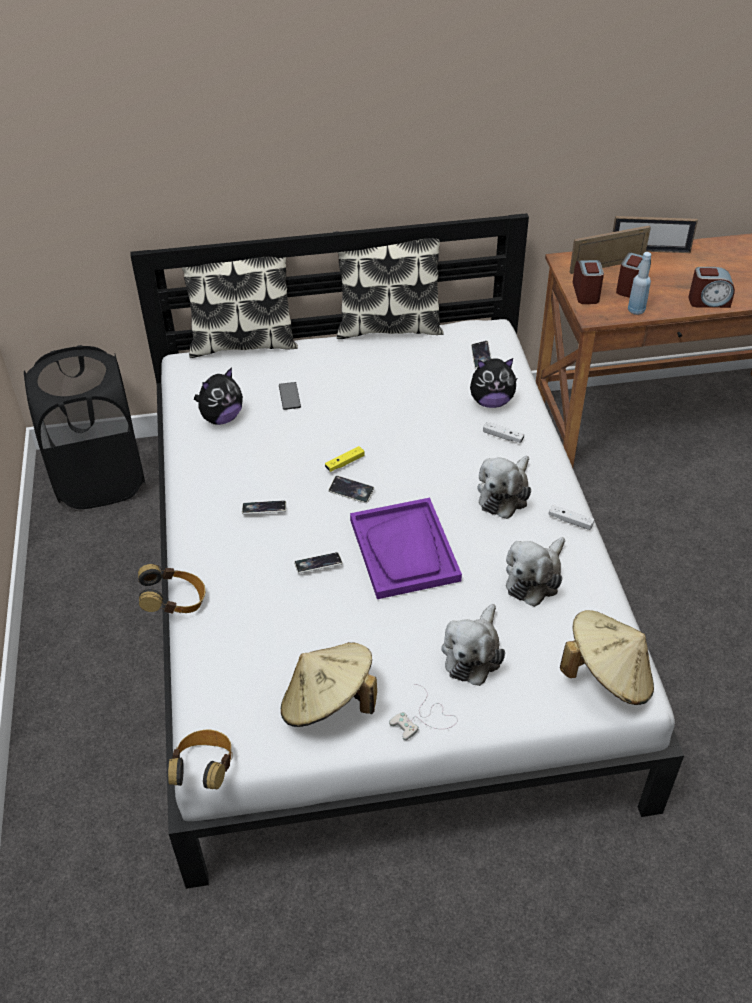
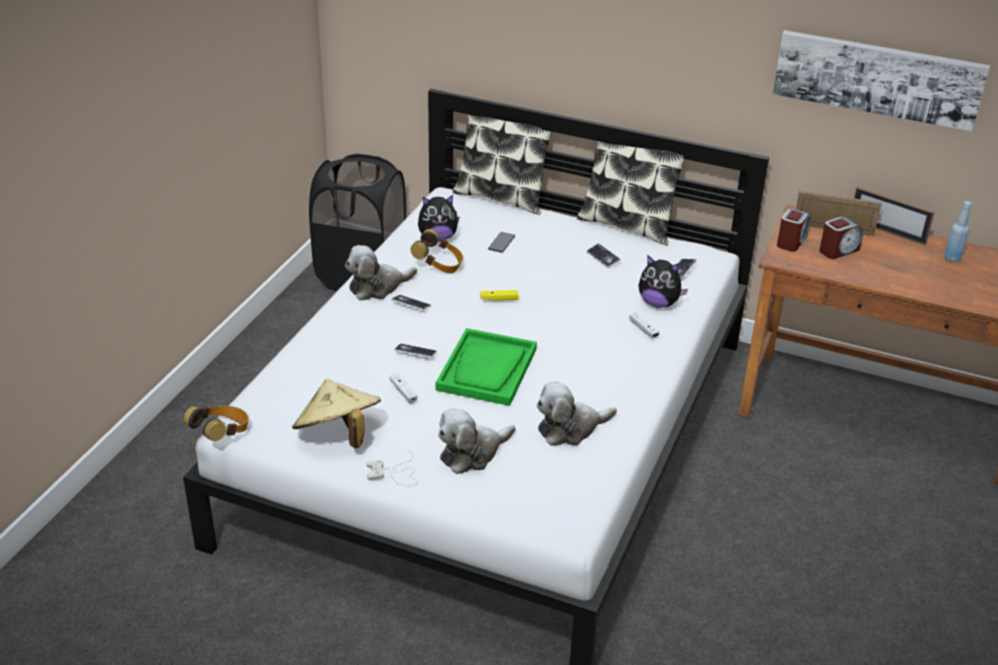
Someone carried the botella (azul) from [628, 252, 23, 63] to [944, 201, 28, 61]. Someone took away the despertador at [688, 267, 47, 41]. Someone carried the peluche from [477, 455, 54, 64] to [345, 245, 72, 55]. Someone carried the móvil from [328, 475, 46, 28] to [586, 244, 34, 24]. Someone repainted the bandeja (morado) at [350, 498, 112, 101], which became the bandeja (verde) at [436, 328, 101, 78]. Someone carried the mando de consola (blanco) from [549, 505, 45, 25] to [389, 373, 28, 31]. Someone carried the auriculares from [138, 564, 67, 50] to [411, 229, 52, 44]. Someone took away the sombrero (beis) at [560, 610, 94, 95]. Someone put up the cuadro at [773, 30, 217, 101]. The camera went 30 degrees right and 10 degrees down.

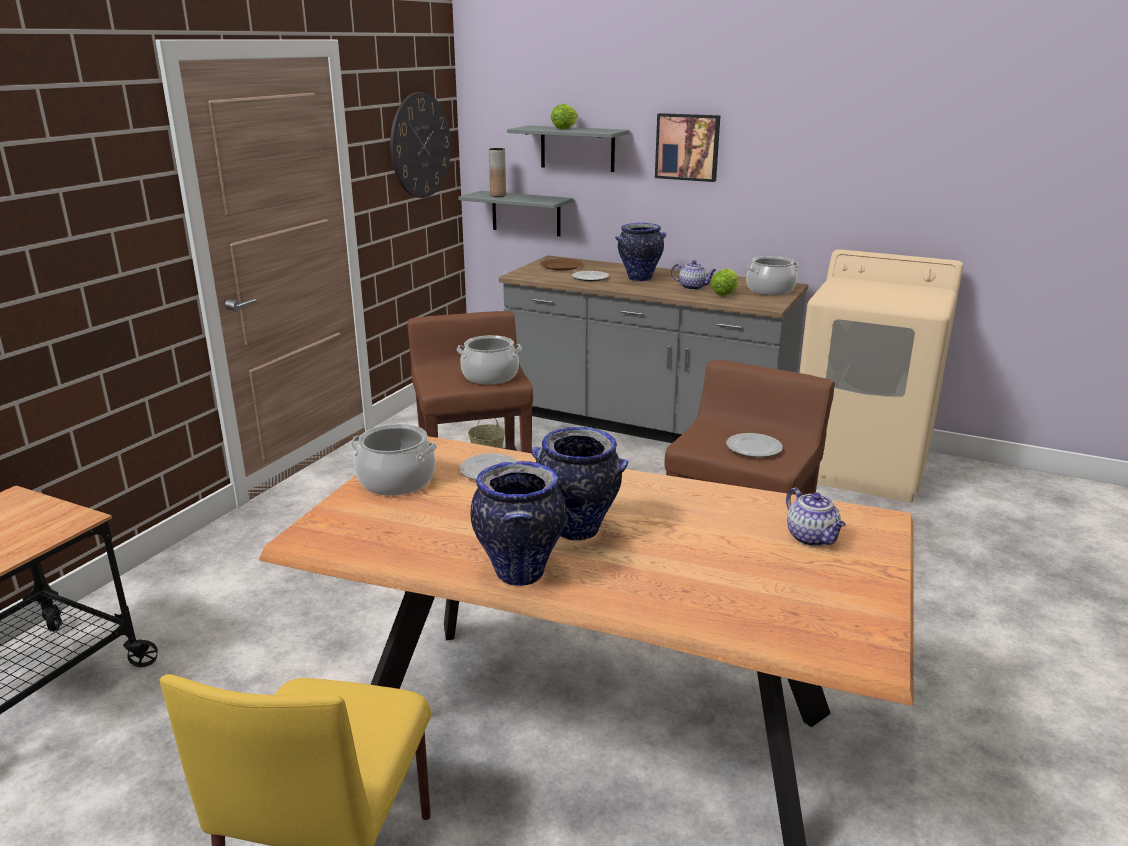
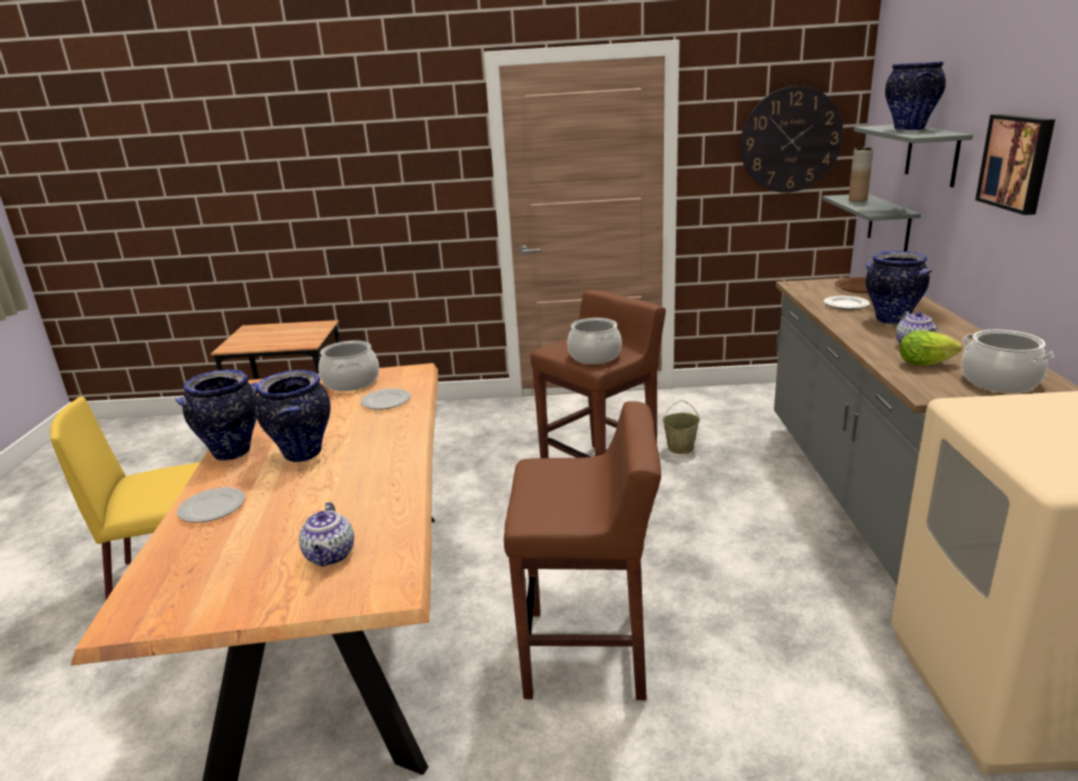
Someone swapped the lechuga at [551, 104, 26, 25] for the florero at [885, 61, 61, 70]. Someone carried the plato from [726, 433, 57, 24] to [177, 487, 68, 36]. Someone rotated the tetera at [786, 488, 60, 58] by 45 degrees counterclockwise. The camera went 65 degrees right and 0 degrees up.

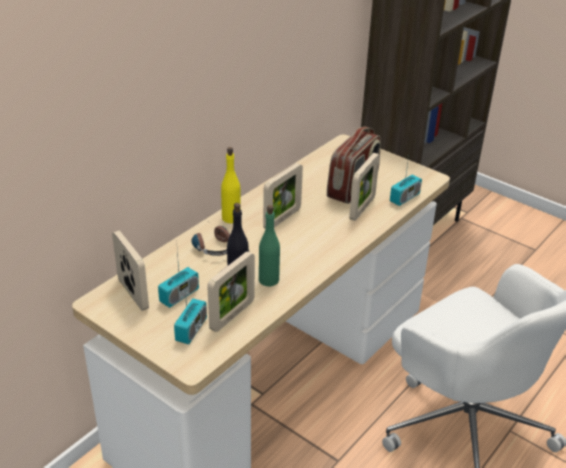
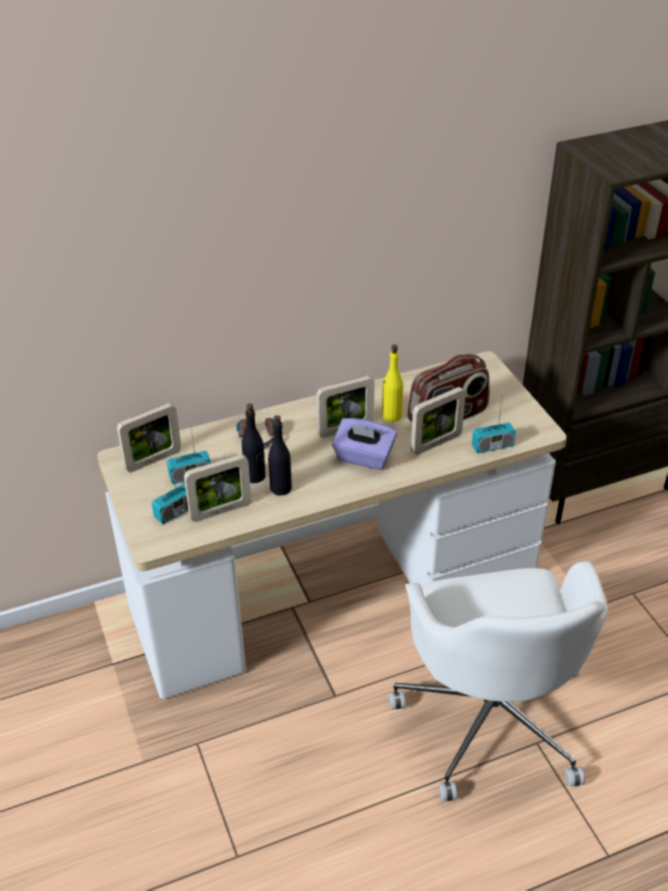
Someone carried the botella (amarillo) from [221, 147, 20, 76] to [382, 345, 21, 77]. Someone repainted the botella (verde) at [259, 205, 21, 81], which became the botella (negro) at [268, 415, 24, 81]. Someone rotated the portarretratos at [112, 231, 37, 80] by 60 degrees clockwise. Someone put down the caja de pañuelos (morado) at [332, 418, 65, 52]. The camera went 30 degrees right and 5 degrees up.

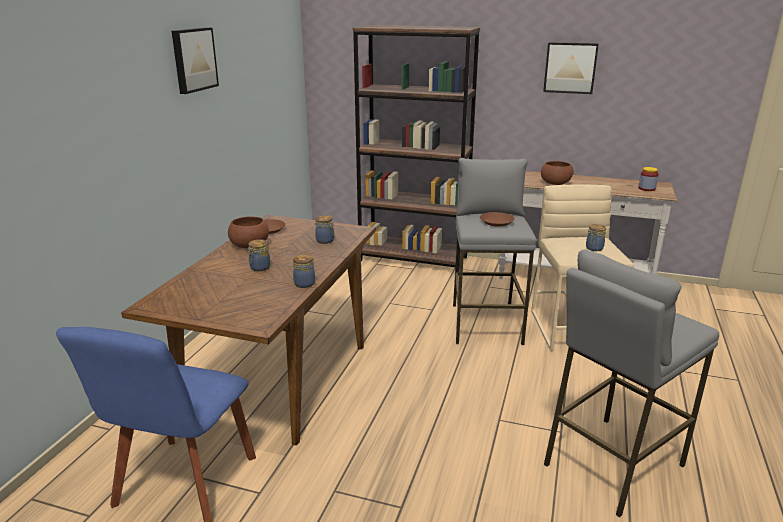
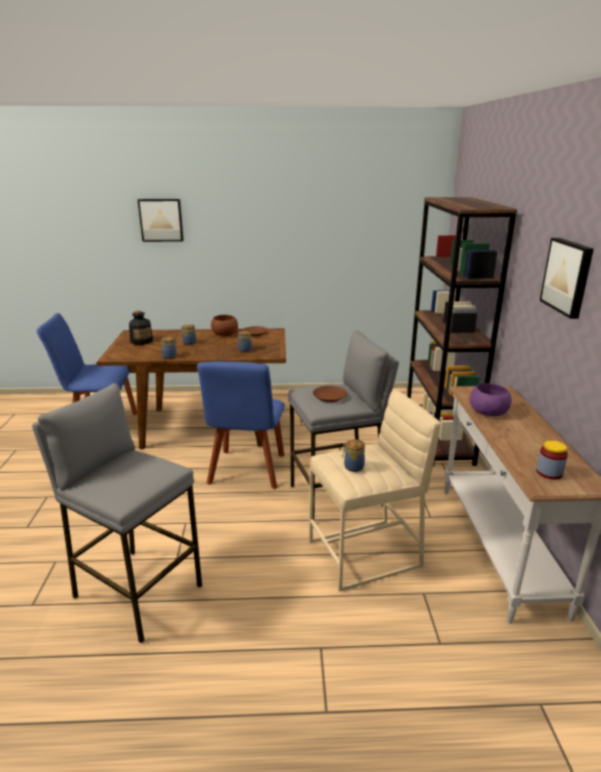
Someone carried the cuadro from [172, 27, 47, 67] to [138, 199, 46, 43]. Someone repainted the cuenco (marrón) at [541, 161, 33, 24], which became the cuenco (morado) at [470, 383, 42, 33]. Someone put down the botella at [129, 311, 24, 34]. Someone put down the silla (azul) at [197, 361, 88, 128]. The camera went 70 degrees right and 0 degrees up.

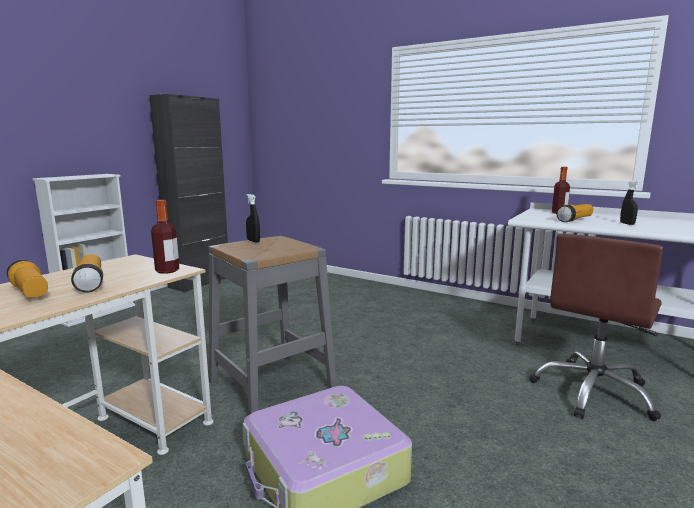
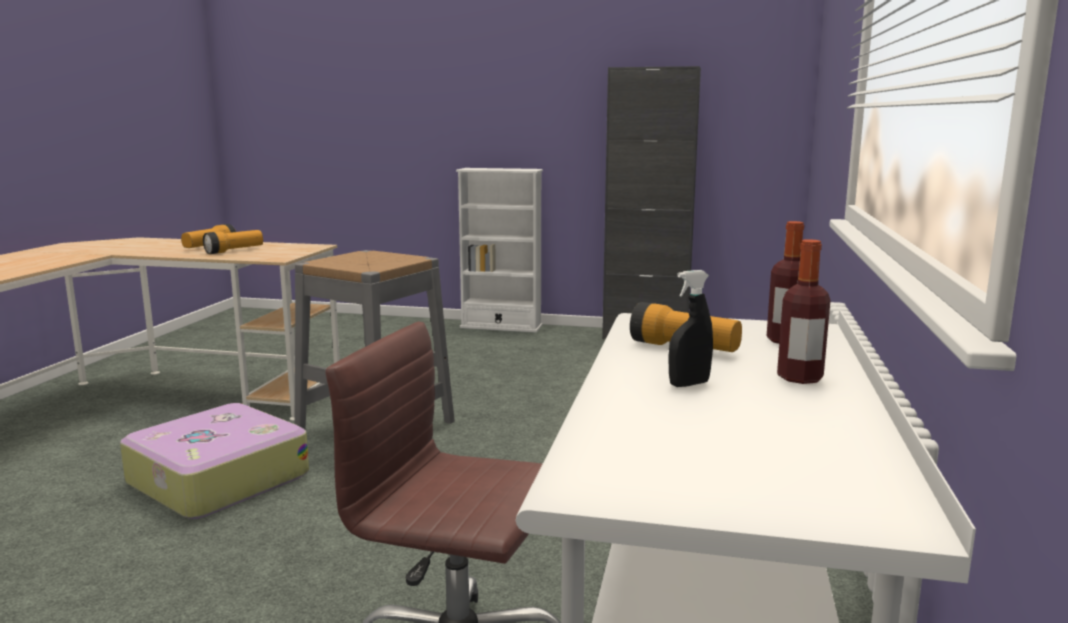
Someone took away the pulverizador (negro) at [246, 194, 14, 49]. Someone carried the botella from [151, 200, 28, 74] to [777, 239, 54, 145]. The camera went 70 degrees right and 0 degrees up.

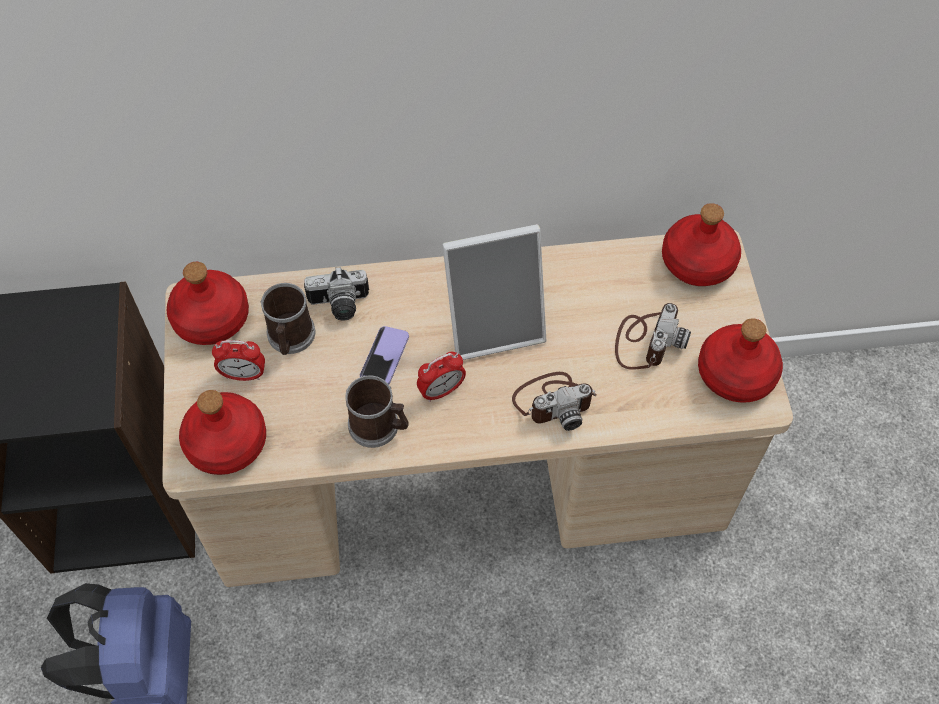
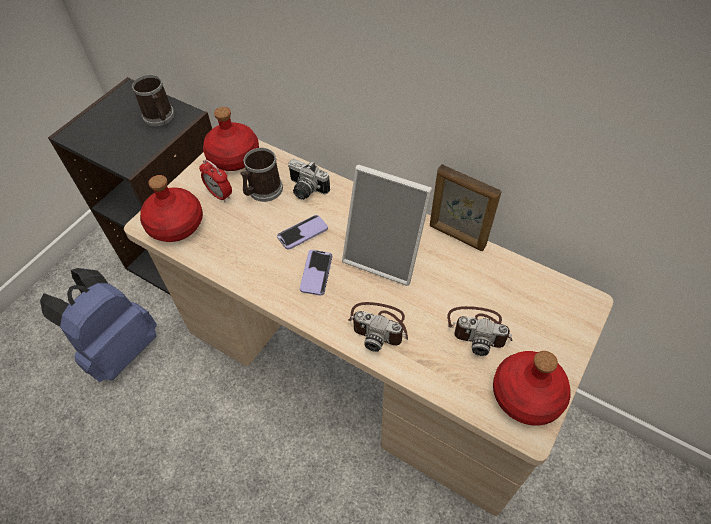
Someone took away the botella (rojo) at [662, 203, 79, 83]. Someone rotated the cámara at [615, 303, 76, 66] by 45 degrees clockwise. Someone swapped the despertador at [417, 352, 49, 50] for the móvil at [300, 250, 32, 46]. Someone carried the taza grande from [345, 376, 64, 72] to [132, 75, 43, 51]. Someone put down the portarretratos at [430, 164, 72, 87]. The camera went 40 degrees right and 5 degrees down.

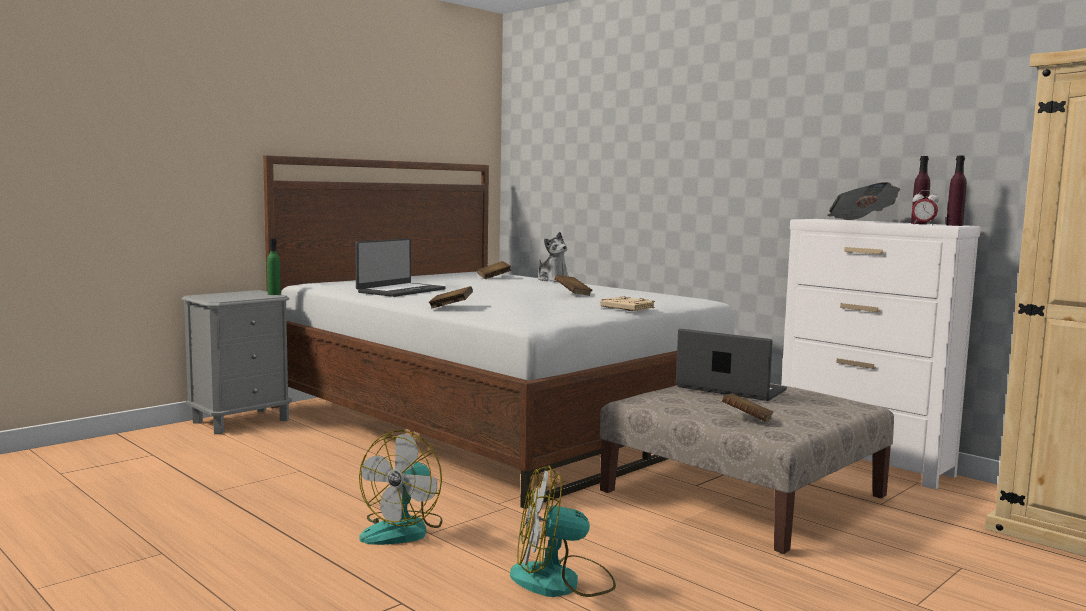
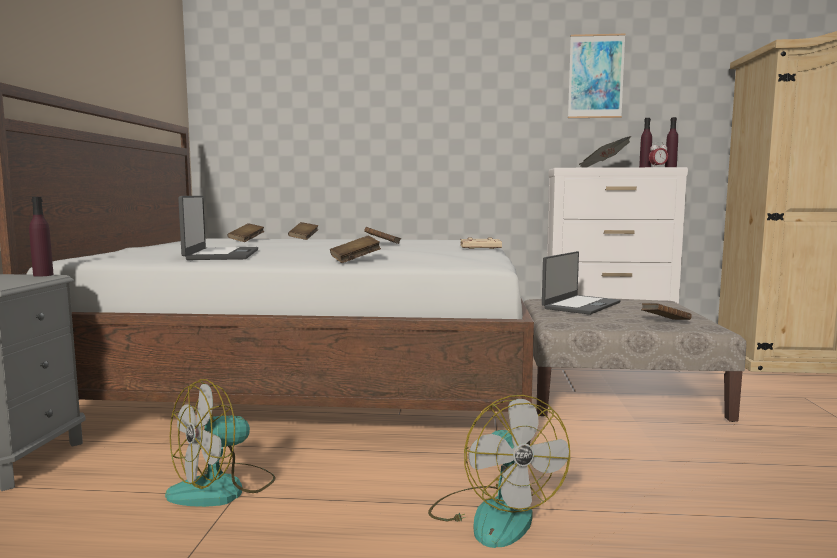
Someone swapped the peluche at [538, 232, 31, 50] for the libro (marrón) at [288, 222, 31, 18]. Someone repainted the botella (verde) at [267, 238, 14, 57], which became the botella (morado) at [29, 197, 25, 80]. Someone rotated the portátil at [676, 329, 111, 72] by 135 degrees clockwise. Someone carried the ventilador from [510, 465, 106, 132] to [165, 379, 111, 128]. Someone put up the cuadro at [568, 34, 58, 84]. The camera went 40 degrees left and 0 degrees up.

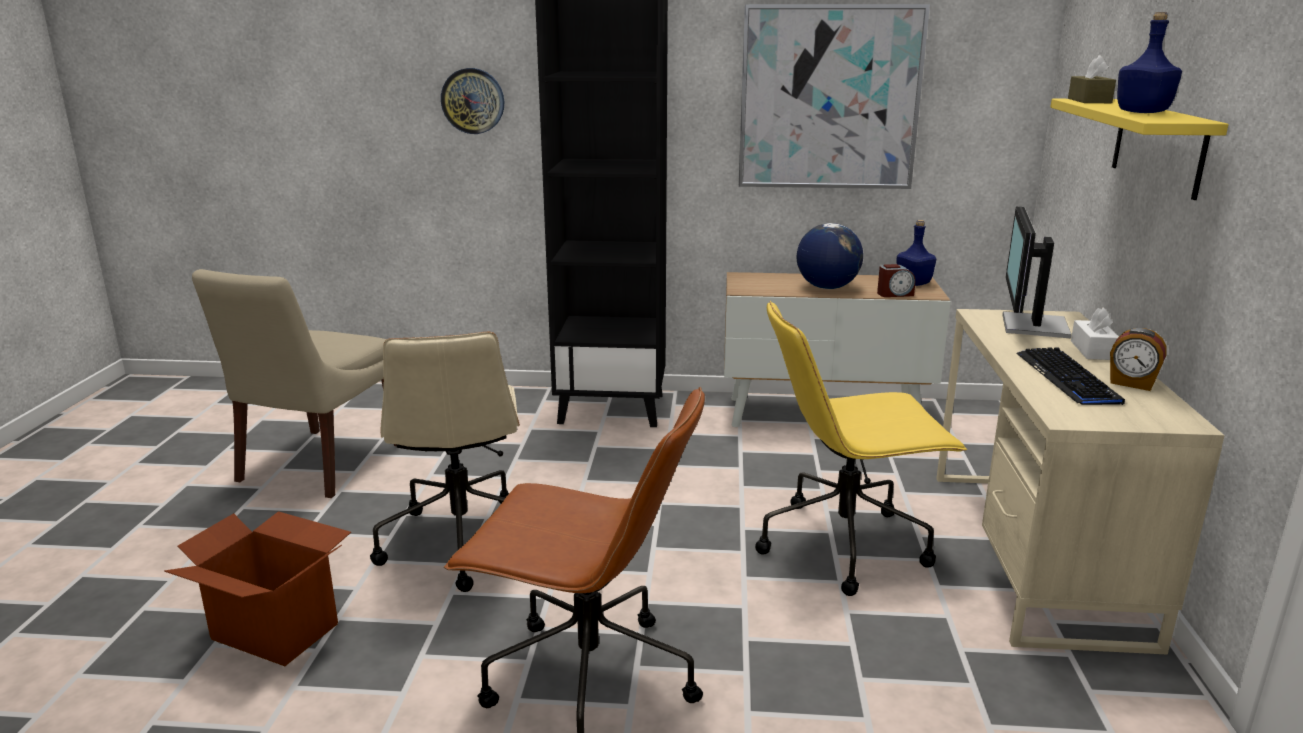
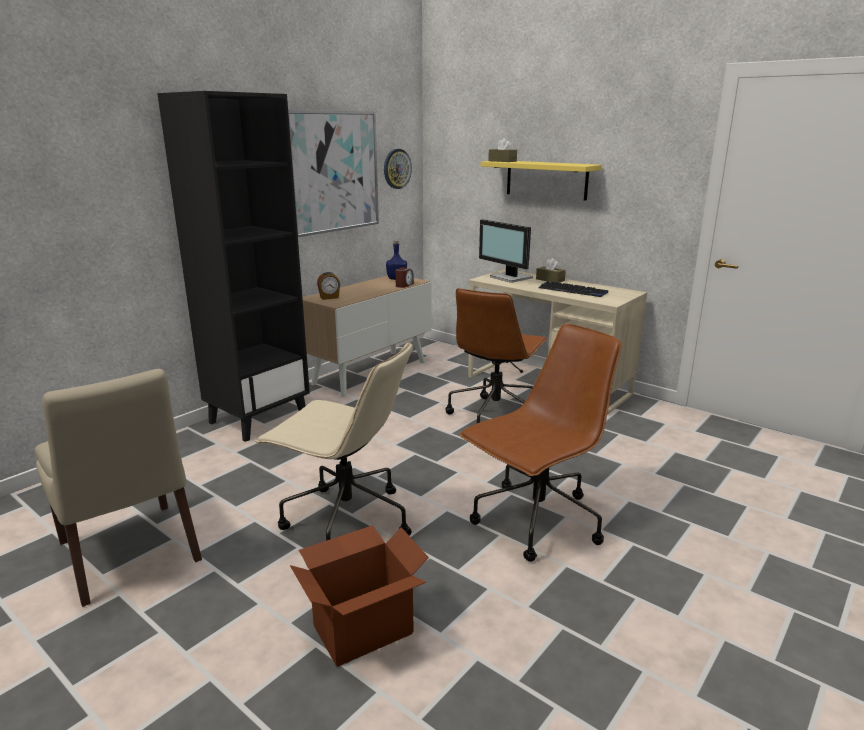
Someone took away the botella (azul) at [1117, 12, 65, 101]. Someone carried the reloj de pared from [441, 68, 63, 66] to [384, 149, 28, 40]. Someone took away the globo terráqueo at [797, 223, 66, 66]. Someone repainted the silla de oficina (amarillo) at [755, 300, 212, 296], which became the silla de oficina (marrón) at [446, 288, 102, 135]. Someone repainted the caja de pañuelos (blanco) at [1071, 308, 48, 52], which became the caja de pañuelos (marrón) at [536, 258, 30, 25]. Someone carried the despertador from [1110, 328, 57, 63] to [317, 272, 23, 28]. The camera went 55 degrees left and 0 degrees up.

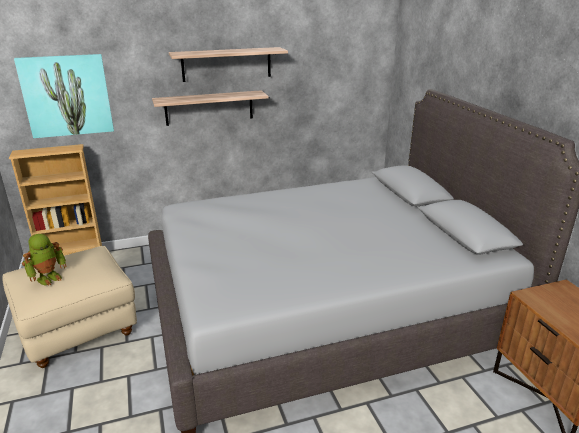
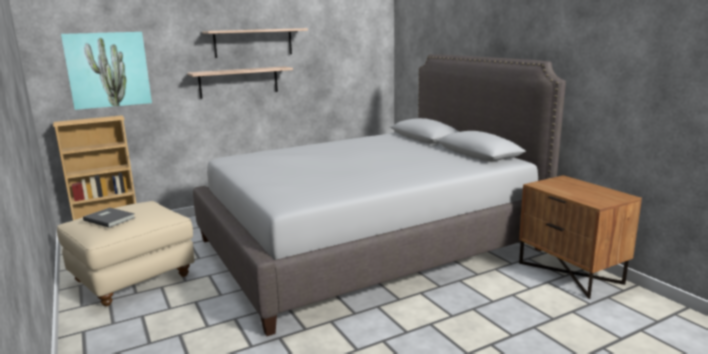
Someone swapped the robot de juguete at [22, 234, 44, 52] for the libro (gris) at [83, 208, 52, 20]. The camera went 10 degrees left and 10 degrees down.

